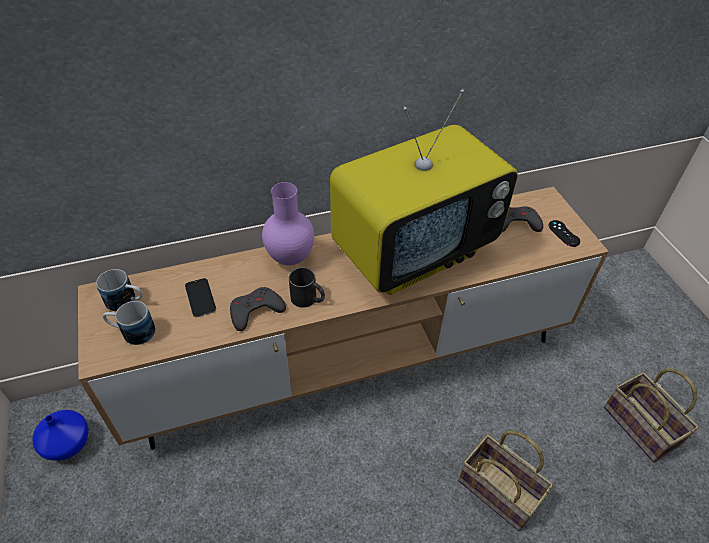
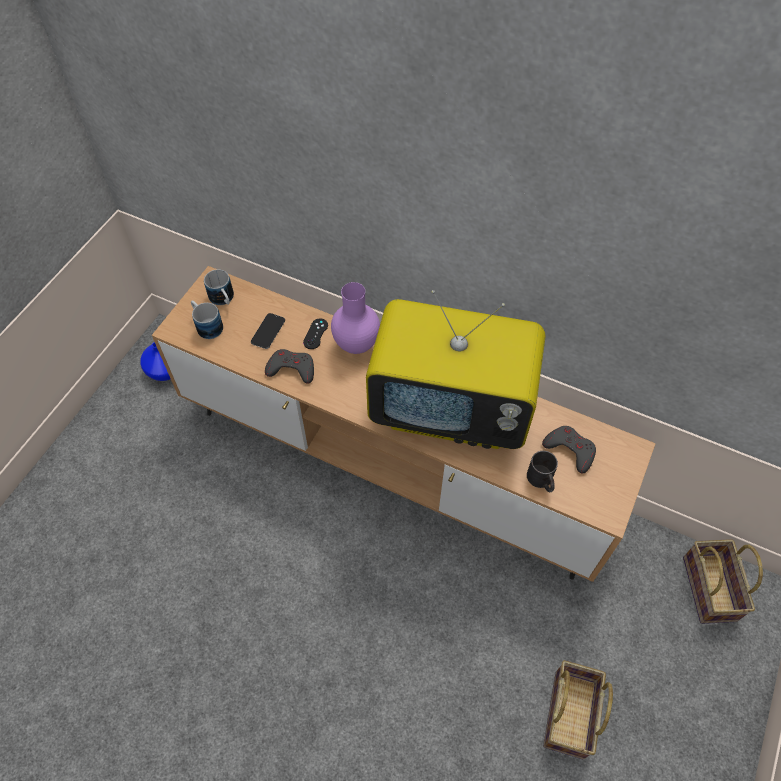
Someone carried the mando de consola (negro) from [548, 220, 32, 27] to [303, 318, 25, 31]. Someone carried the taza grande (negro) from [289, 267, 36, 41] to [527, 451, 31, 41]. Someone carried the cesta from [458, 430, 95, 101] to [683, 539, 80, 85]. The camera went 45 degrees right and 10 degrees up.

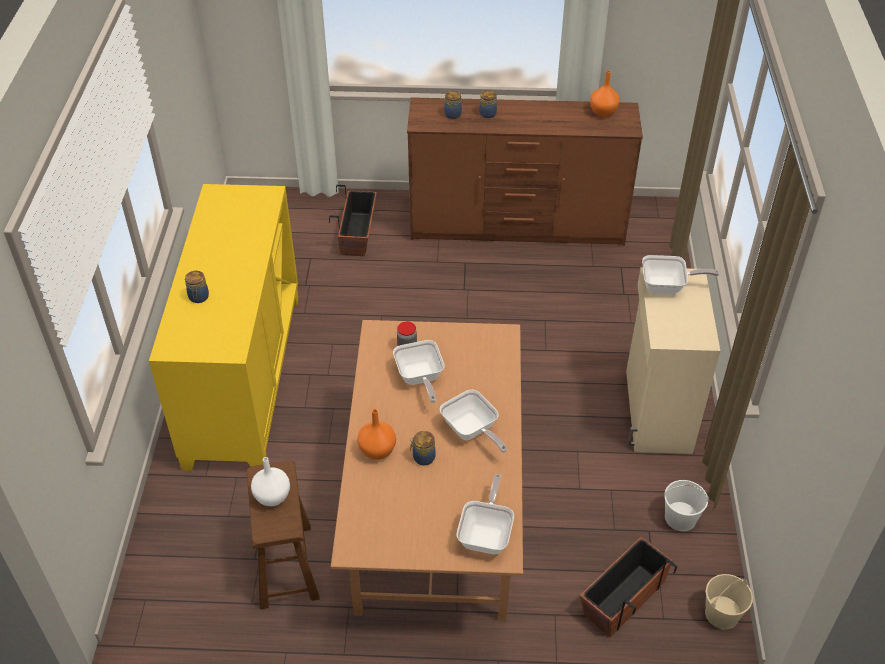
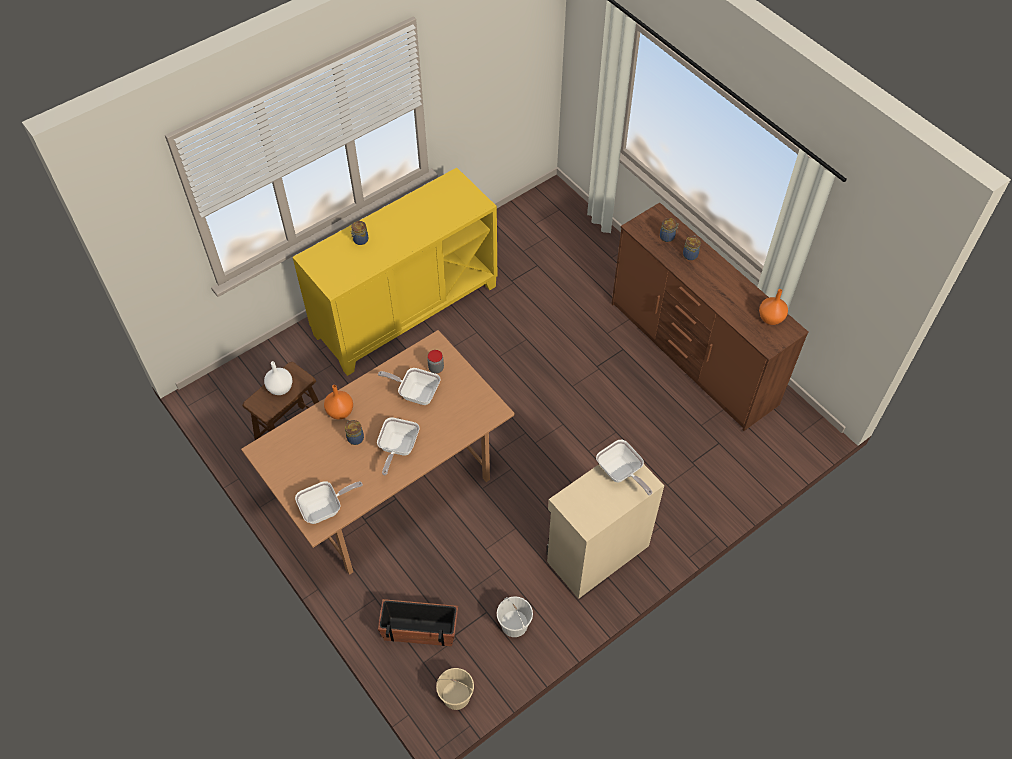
Someone took away the maceta at [329, 185, 48, 71]. Someone rotated the sartén at [393, 340, 52, 63] by 75 degrees clockwise. The camera went 50 degrees right and 10 degrees up.

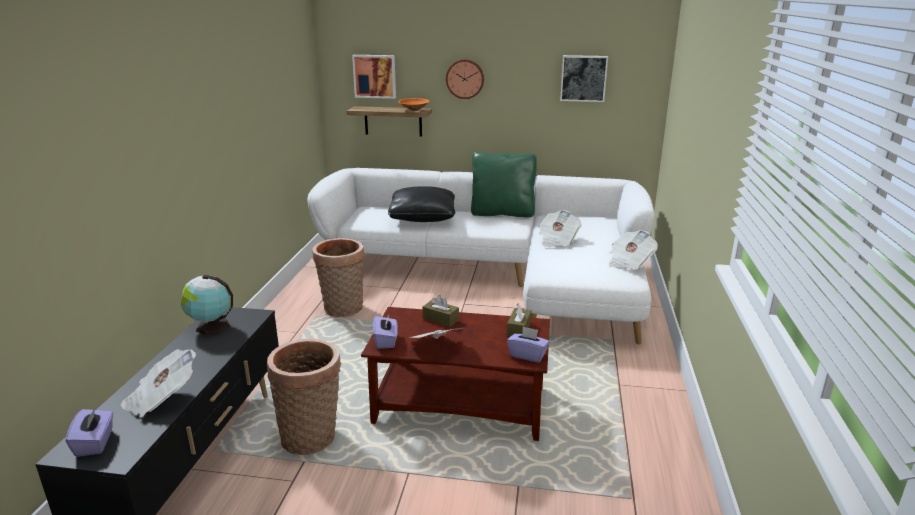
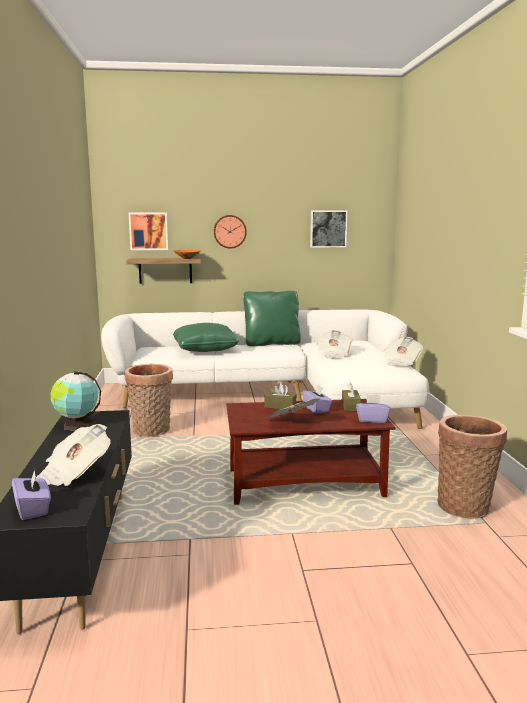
Someone repainted the cojín (negro) at [388, 186, 67, 36], which became the cojín (verde) at [173, 323, 66, 29]. Someone carried the caja de pañuelos (morado) from [373, 315, 25, 34] to [302, 385, 30, 29]. Someone carried the cesta from [267, 338, 74, 117] to [437, 415, 70, 104]. The camera went 15 degrees left and 10 degrees down.

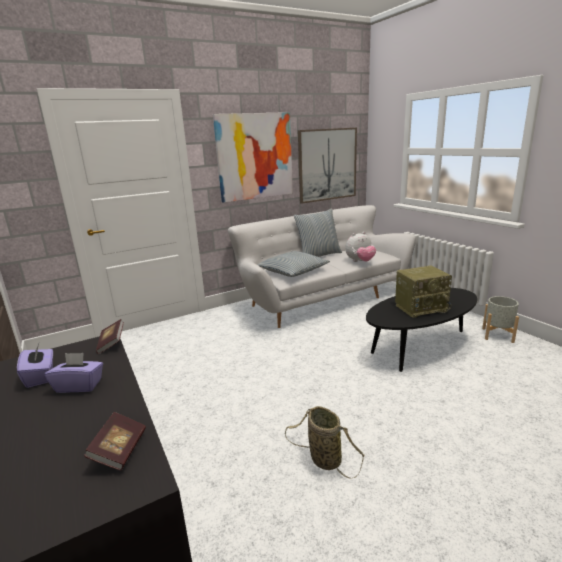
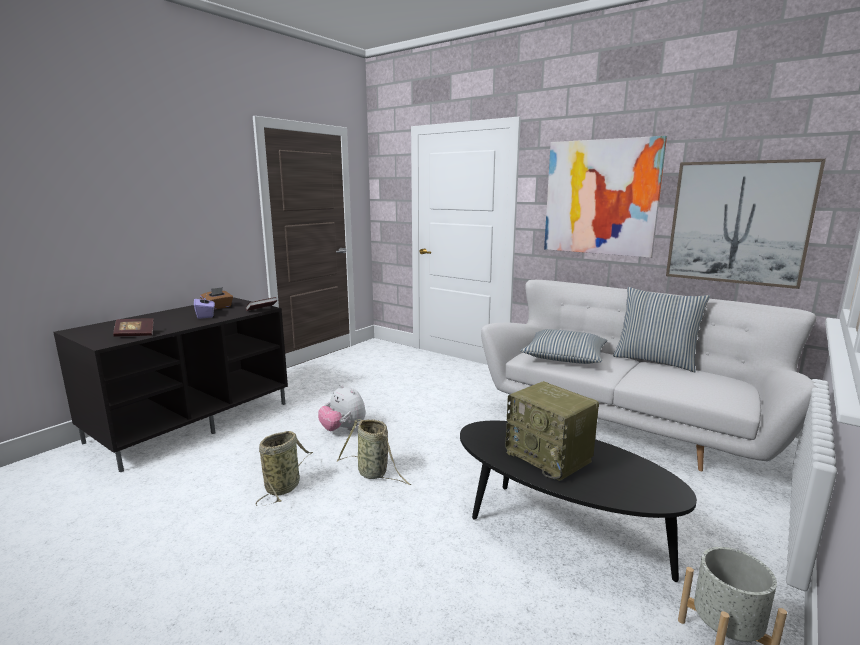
Someone carried the peluche from [345, 232, 31, 30] to [318, 384, 47, 47]. Someone repainted the caja de pañuelos (morado) at [17, 343, 36, 45], which became the caja de pañuelos (marrón) at [200, 287, 33, 23]. Someone put down the cesta at [337, 419, 75, 66]. The camera went 65 degrees right and 5 degrees down.

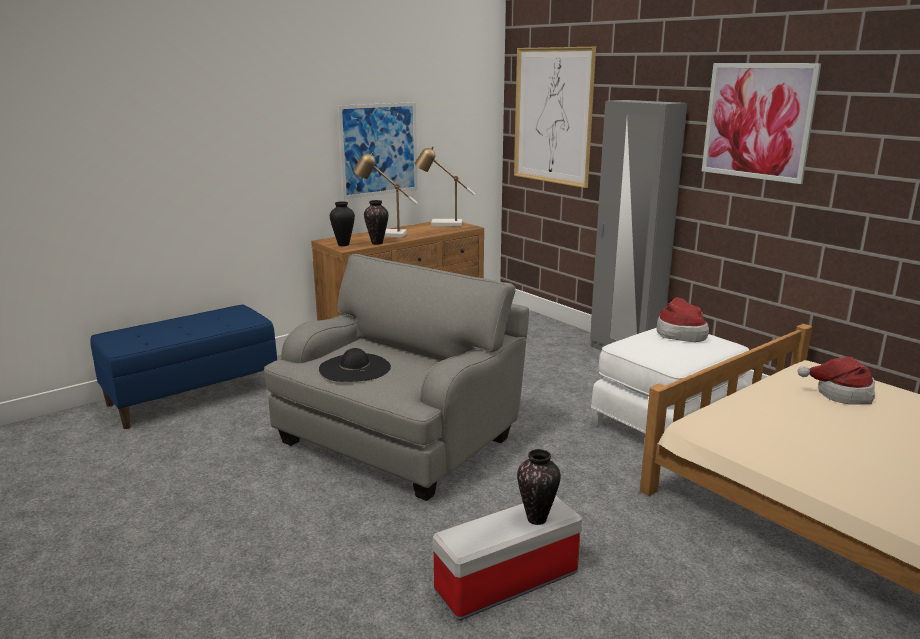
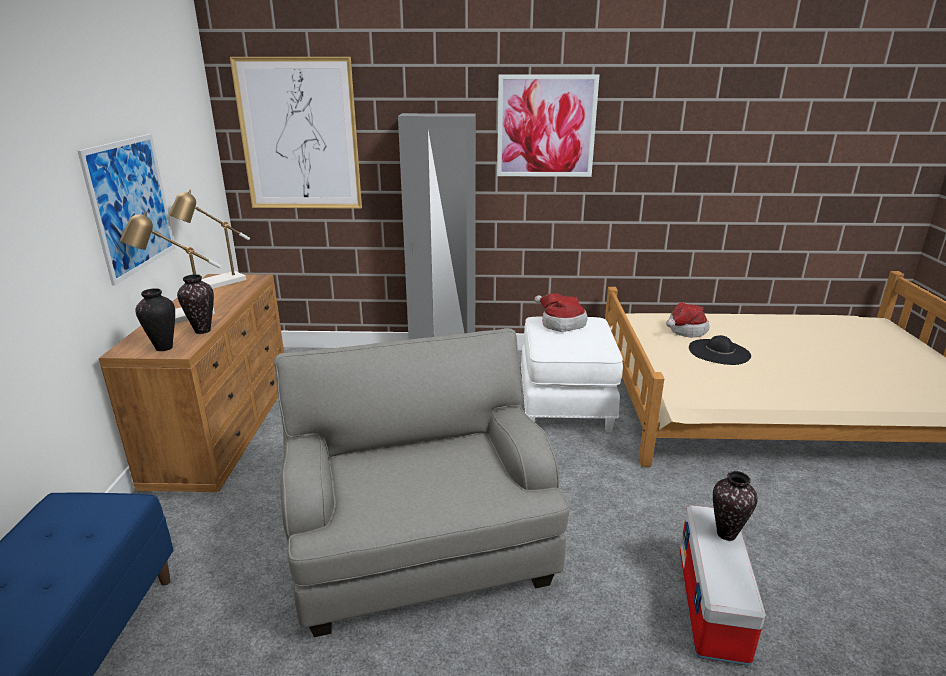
Someone carried the sombrero (negro) from [319, 348, 72, 34] to [689, 335, 62, 30]. The camera went 50 degrees left and 5 degrees up.

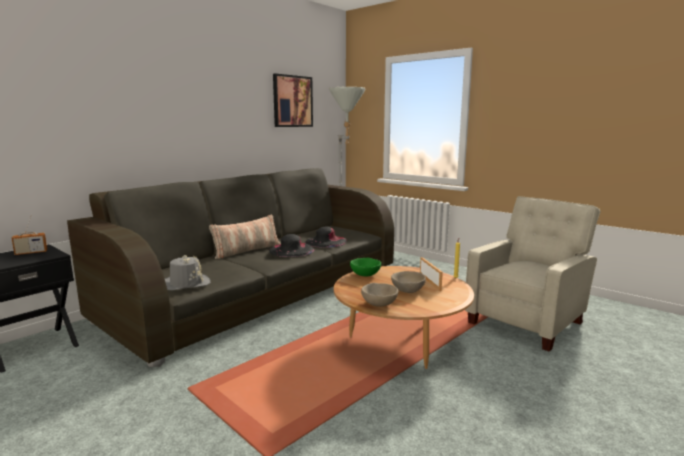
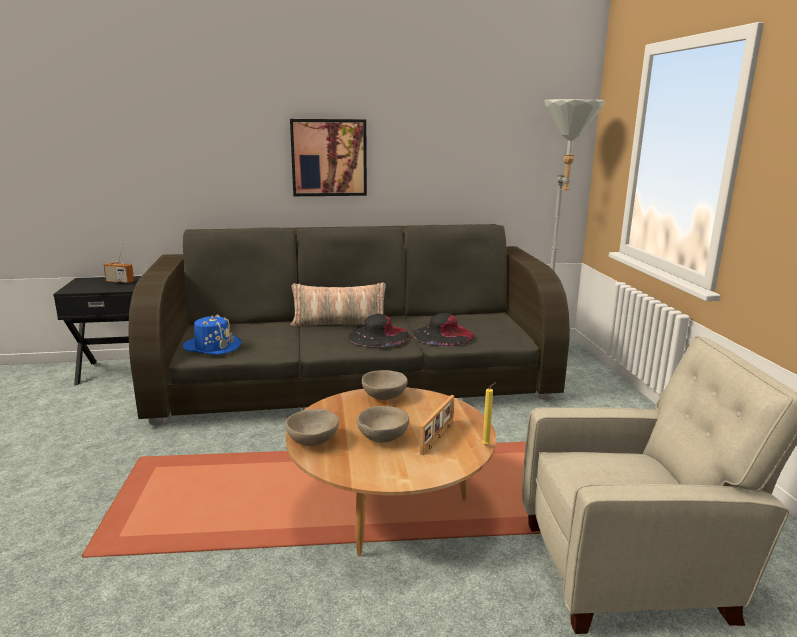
Someone carried the cuadro from [273, 73, 40, 54] to [290, 119, 77, 77]. Someone repainted the sombrero (gris) at [165, 255, 46, 35], which became the sombrero (azul) at [183, 314, 59, 41]. Someone repainted the cuenco (verde) at [350, 258, 31, 19], which became the cuenco (beis) at [362, 370, 46, 30]. The camera went 40 degrees right and 5 degrees up.

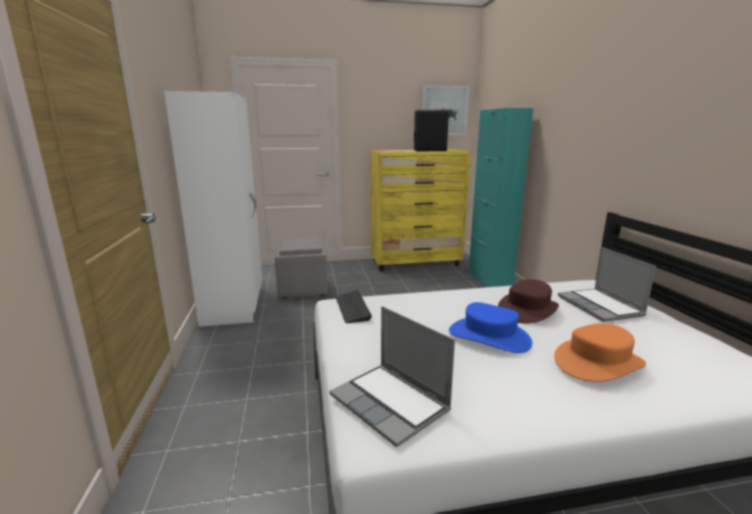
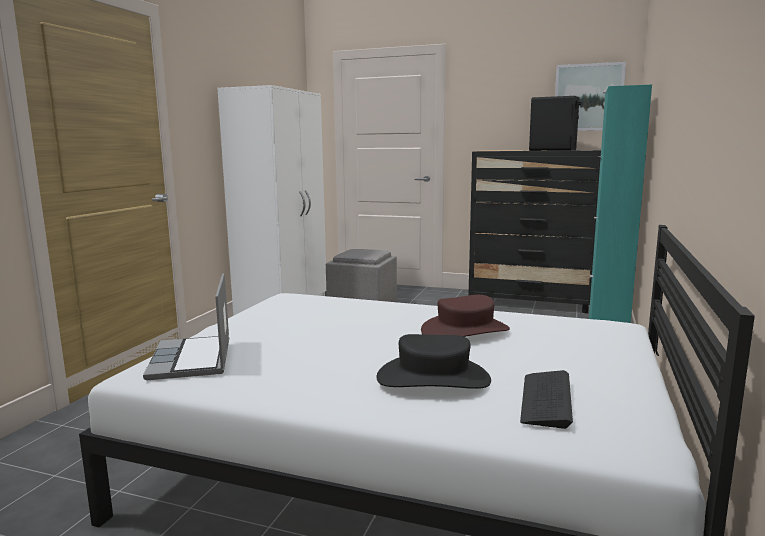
Someone repainted the cómoda (amarillo) at [370, 149, 101, 122], which became the cómoda (negro) at [468, 150, 133, 163]. Someone took away the portátil at [558, 247, 98, 75]. Someone carried the teclado from [336, 290, 36, 33] to [520, 370, 53, 59]. Someone took away the sombrero (azul) at [449, 302, 83, 51]. Someone repainted the sombrero (naranja) at [554, 323, 92, 59], which became the sombrero (negro) at [376, 334, 115, 55]. The camera went 30 degrees right and 5 degrees down.

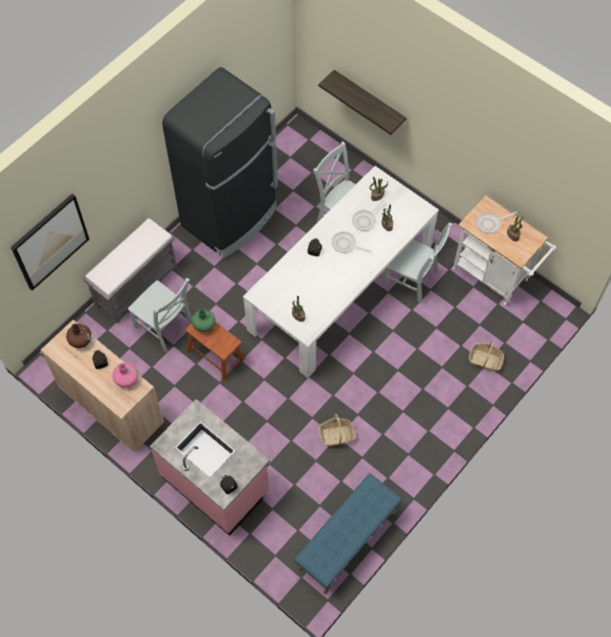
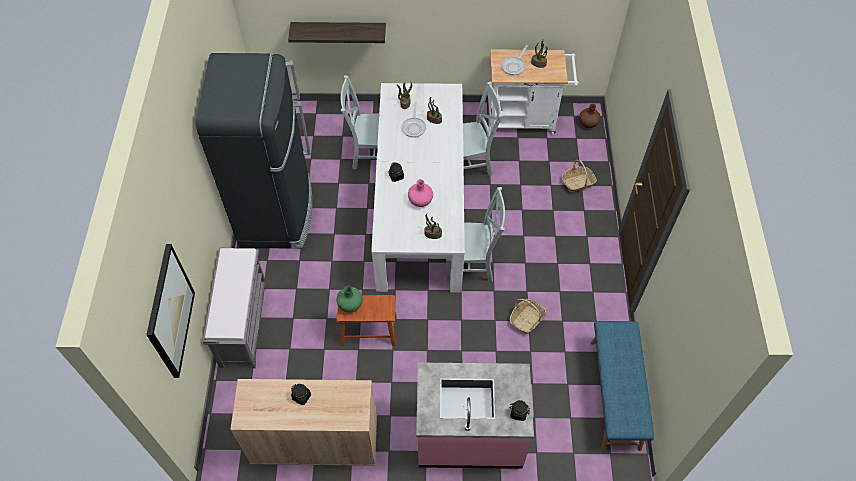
Someone took away the sartén at [331, 231, 41, 22]. Someone carried the silla (gris) from [128, 278, 64, 75] to [446, 187, 59, 95]. Someone carried the florero (marrón) from [66, 323, 26, 25] to [579, 104, 22, 24]. Someone carried the florero (rosa) from [112, 363, 26, 25] to [408, 179, 25, 28]. The camera went 40 degrees left and 5 degrees down.

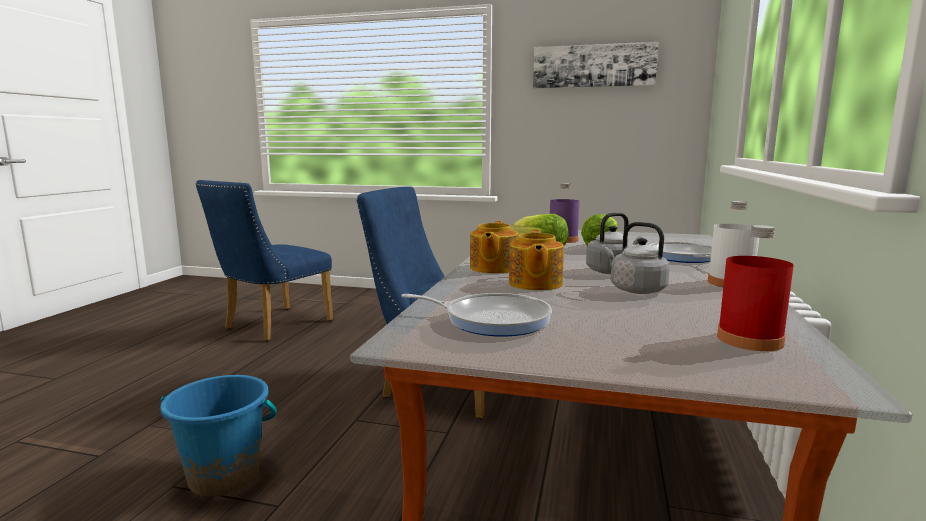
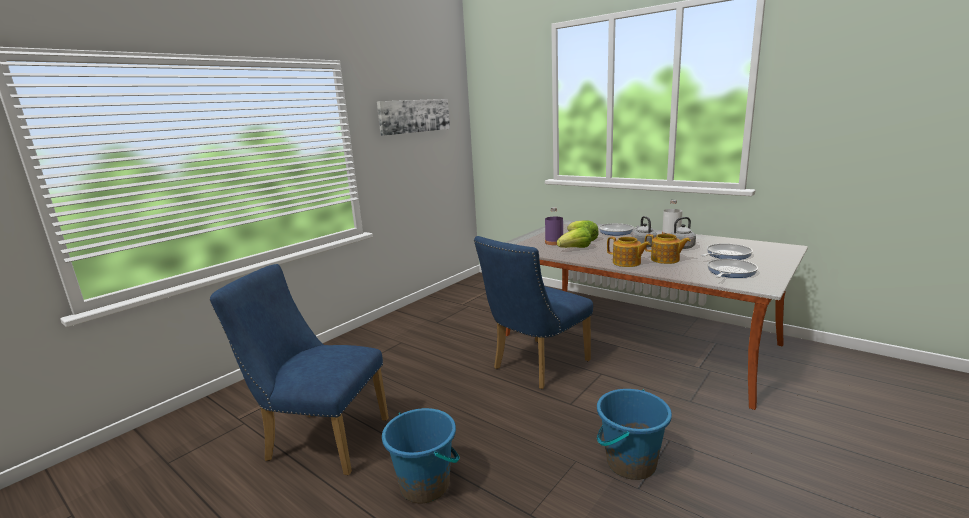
Someone rotated the silla (azul) at [196, 180, 137, 161] by 135 degrees clockwise. Someone took away the botella (rojo) at [717, 225, 77, 126]. Someone put down the sartén at [701, 244, 52, 16]. Someone put down the cubo (azul) at [382, 408, 77, 95]. The camera went 65 degrees left and 5 degrees up.

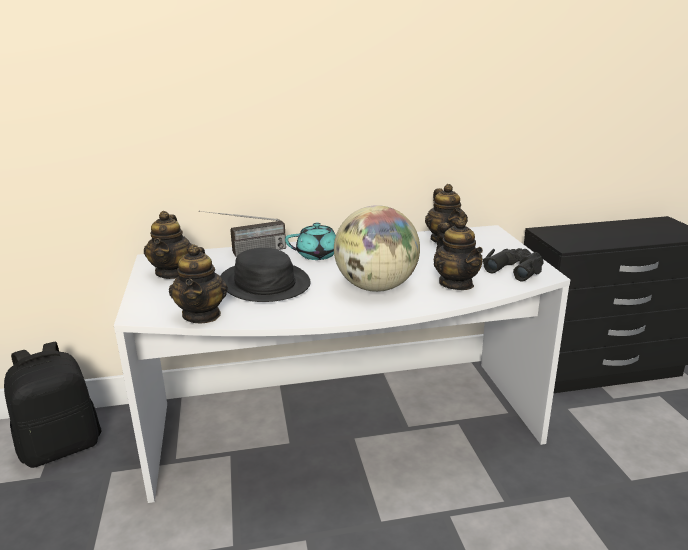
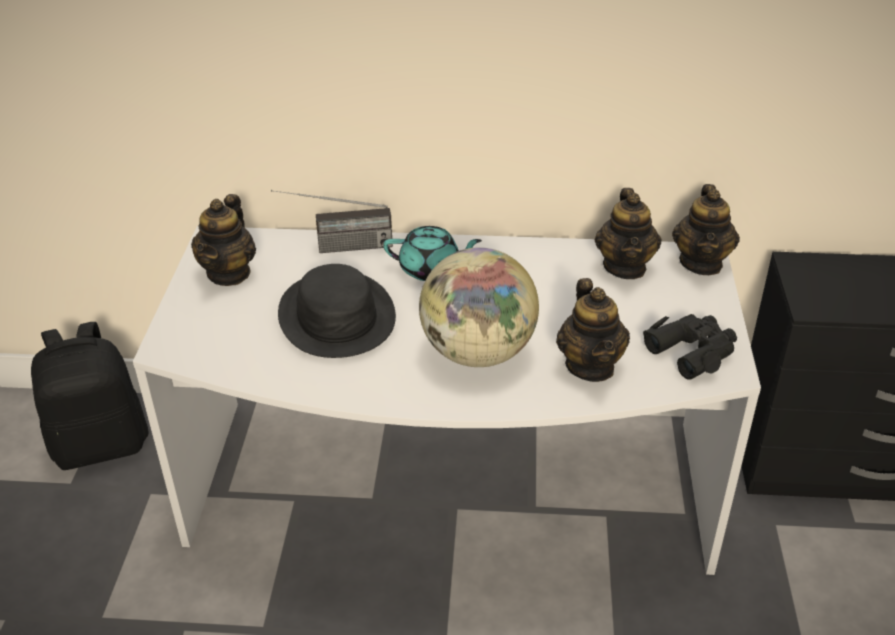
Someone carried the tetera from [169, 244, 59, 79] to [672, 184, 68, 91]. The camera went 15 degrees right and 15 degrees up.

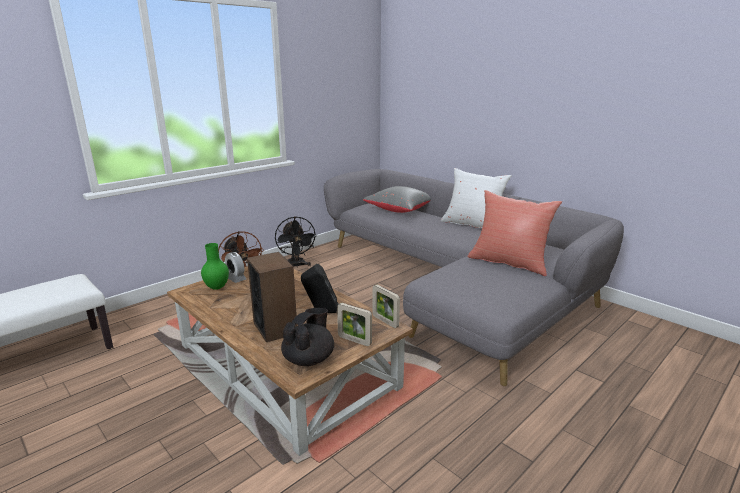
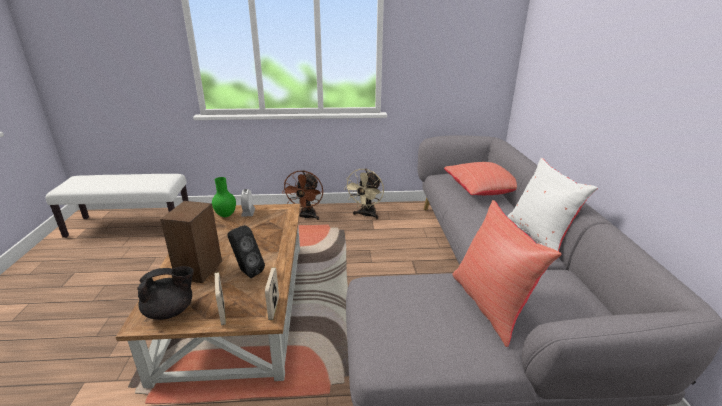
Someone repainted the cojín (gris) at [363, 186, 68, 27], which became the cojín (rojo) at [444, 162, 73, 33]. Someone repainted the ventilador (negro) at [275, 216, 42, 52], which became the ventilador (beis) at [344, 169, 40, 50]. The camera went 40 degrees right and 5 degrees up.

